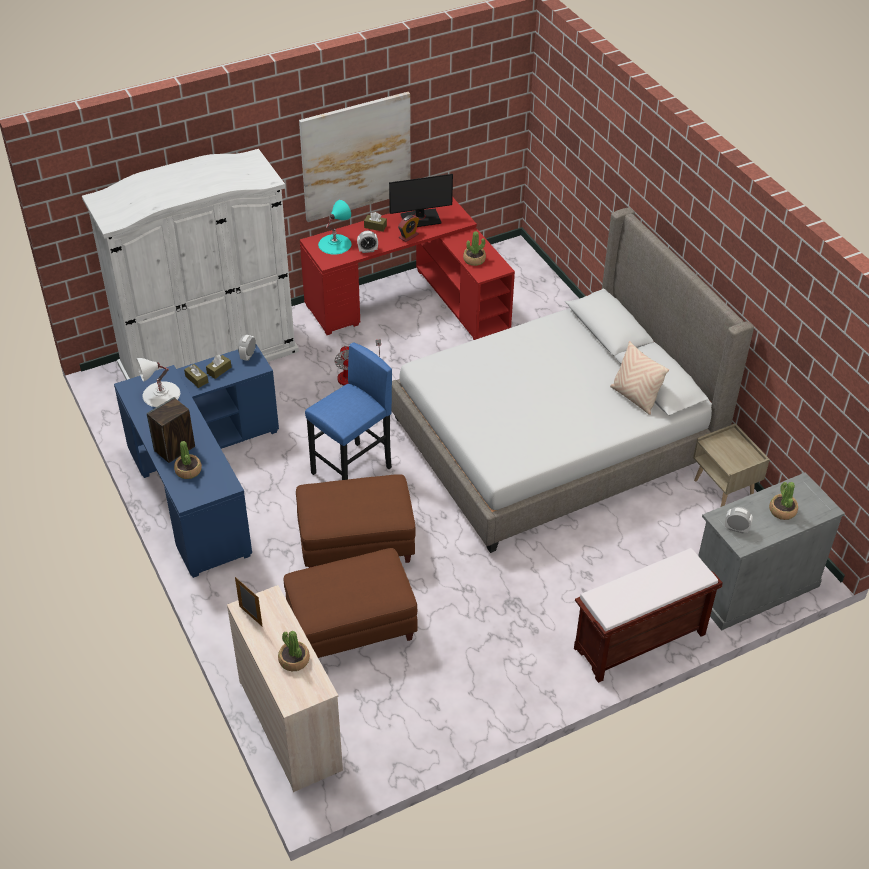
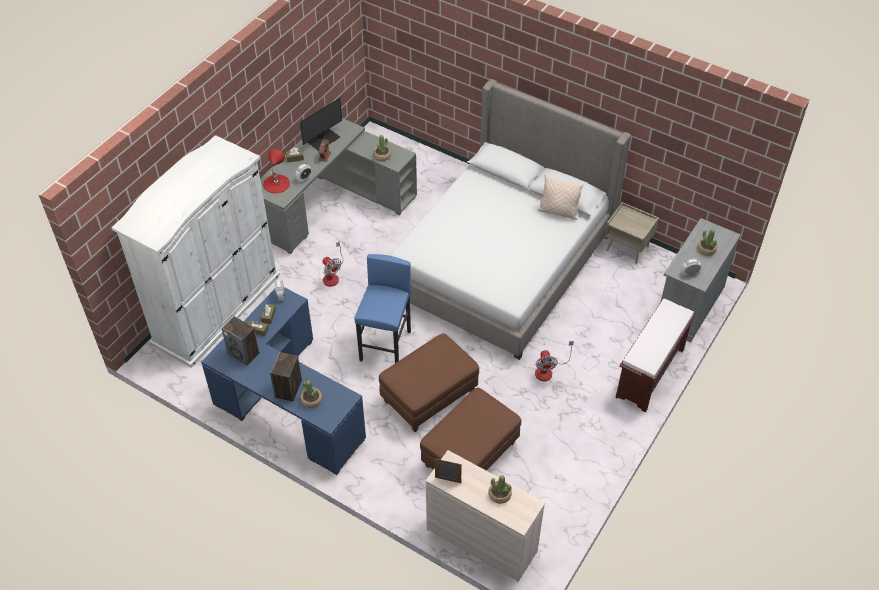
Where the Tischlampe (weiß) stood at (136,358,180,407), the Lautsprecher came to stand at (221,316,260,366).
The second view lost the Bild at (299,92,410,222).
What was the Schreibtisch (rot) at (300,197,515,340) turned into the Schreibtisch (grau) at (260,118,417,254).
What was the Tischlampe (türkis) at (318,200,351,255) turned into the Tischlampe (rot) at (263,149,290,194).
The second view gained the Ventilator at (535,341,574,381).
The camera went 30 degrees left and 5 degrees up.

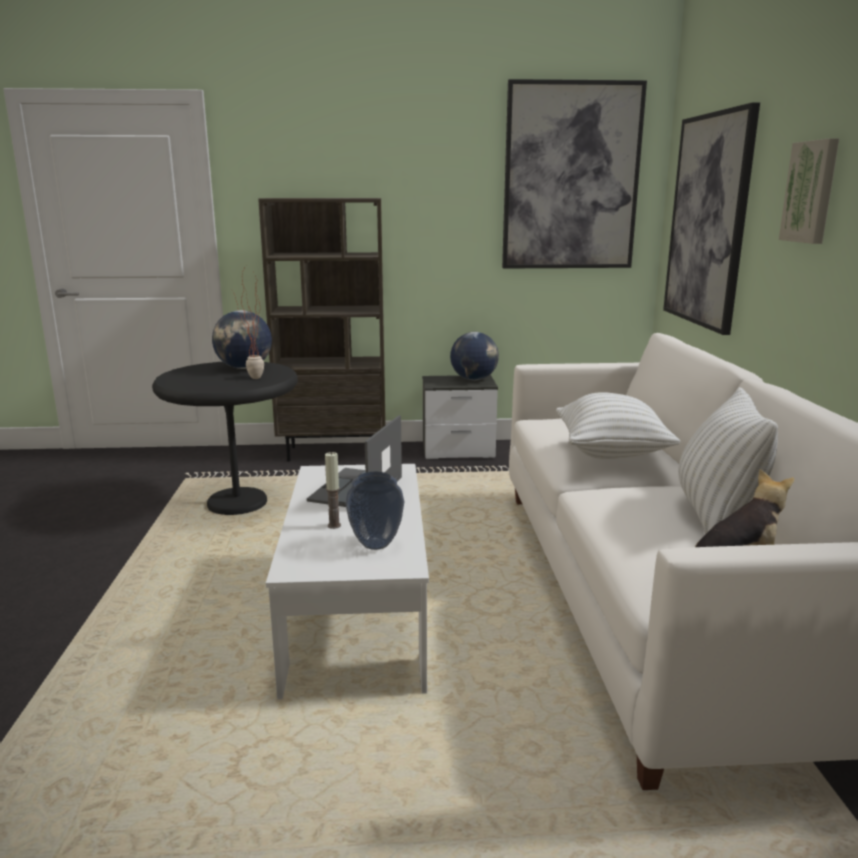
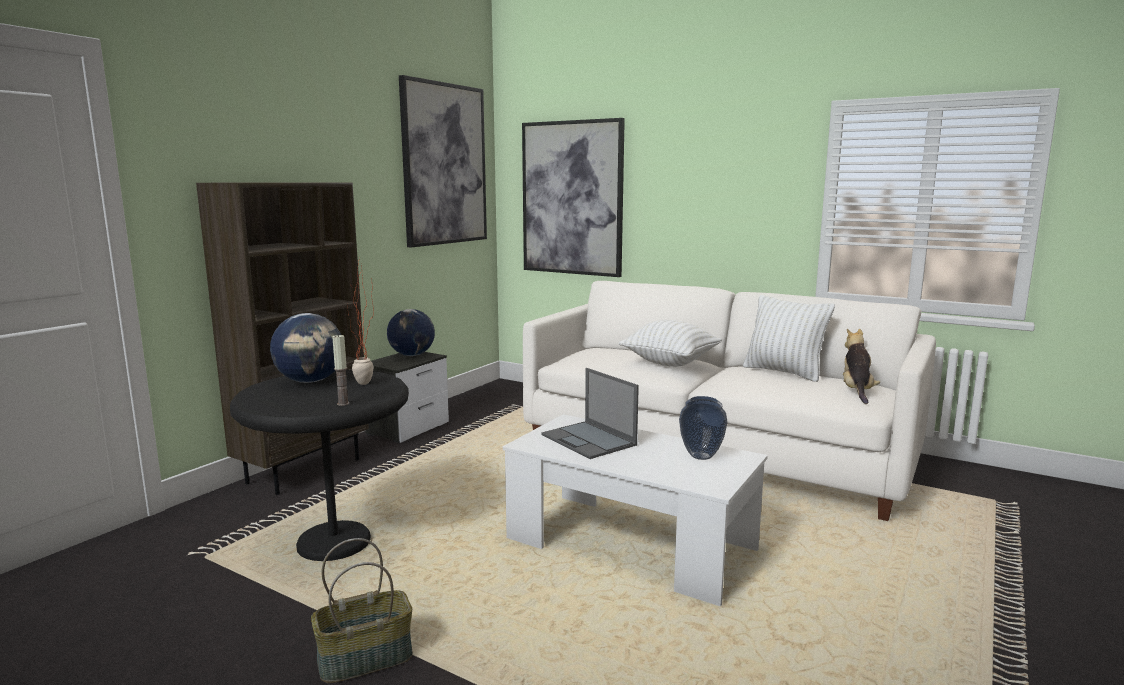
The Kerze ended up elsewhere, having gone from (325,452,341,529) to (332,334,350,406).
The second view lost the Bild at (779,138,839,244).
The second view gained the Korb at (311,538,413,683).
The camera went 55 degrees left and 5 degrees down.

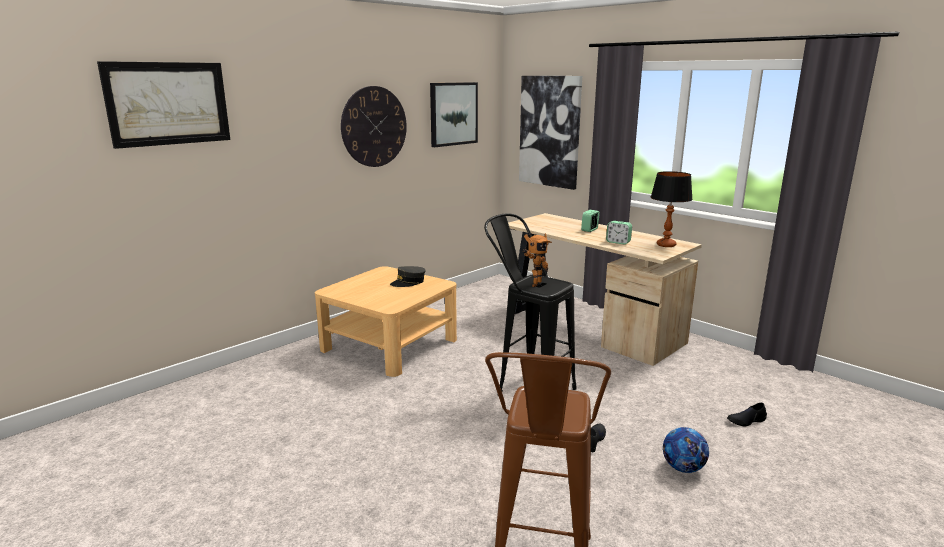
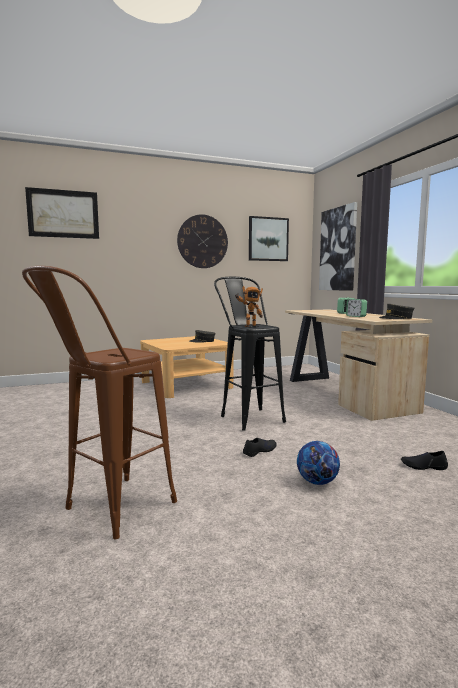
Where the Tischlampe stood at (651,171,693,247), the Kappe (grau) came to stand at (379,304,415,319).
The camera went 25 degrees right and 10 degrees down.

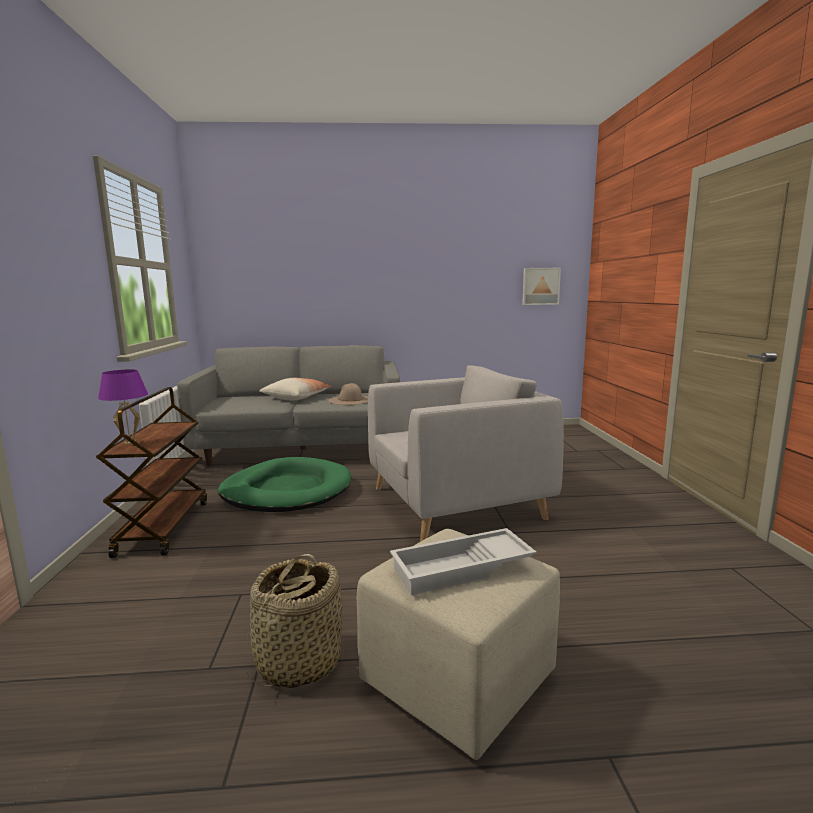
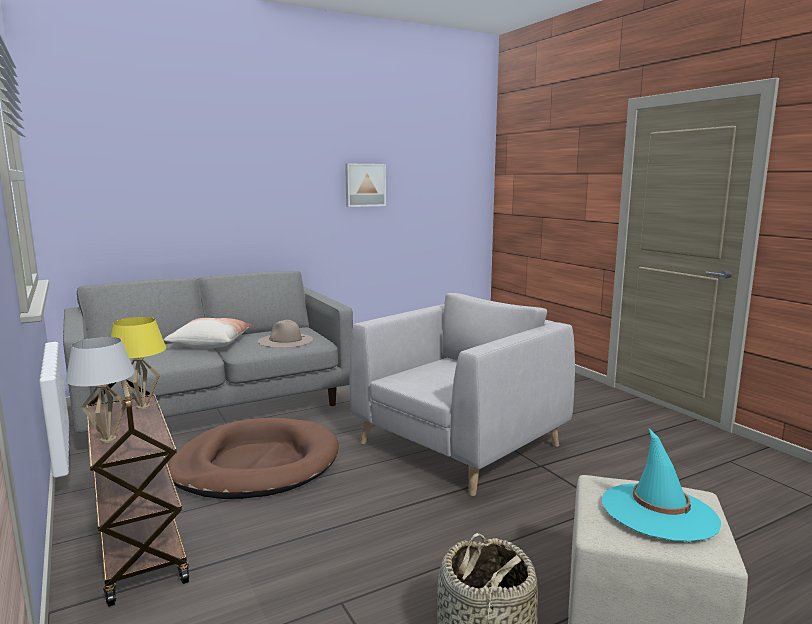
What was the Tischlampe (lila) at (98,369,148,445) turned into the Tischlampe (weiß) at (66,337,135,443).
What was the Hundebett (grün) at (218,457,351,512) turned into the Hundebett (braun) at (168,418,339,499).
Where the Tablett (weiß) stood at (390,528,537,595), the Hut (türkis) came to stand at (602,429,721,542).
The Bild ended up elsewhere, having gone from (522,268,561,305) to (345,164,386,207).
The second view gained the Tischlampe (gelb) at (111,317,166,410).
The camera went 25 degrees left and 0 degrees up.

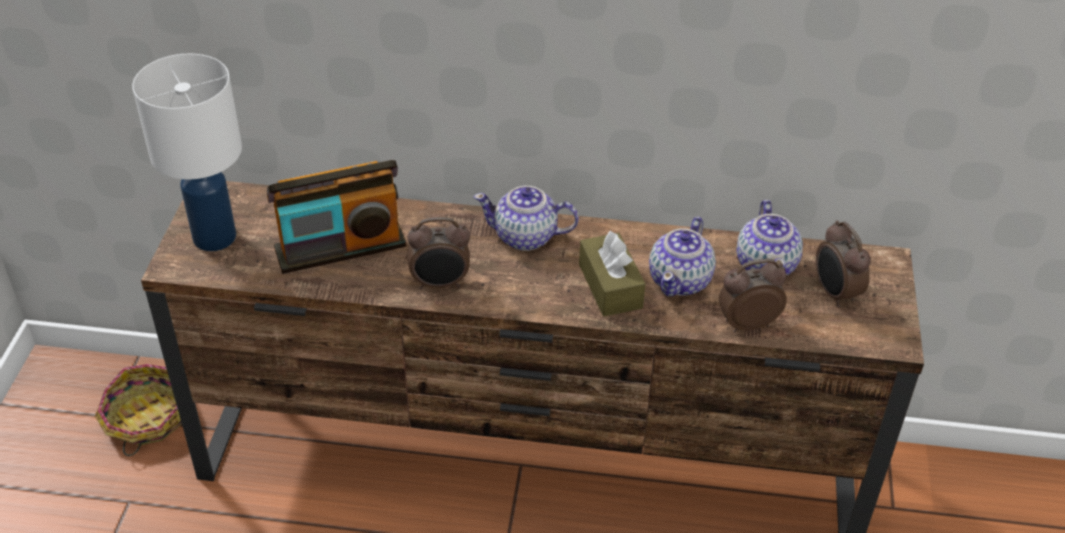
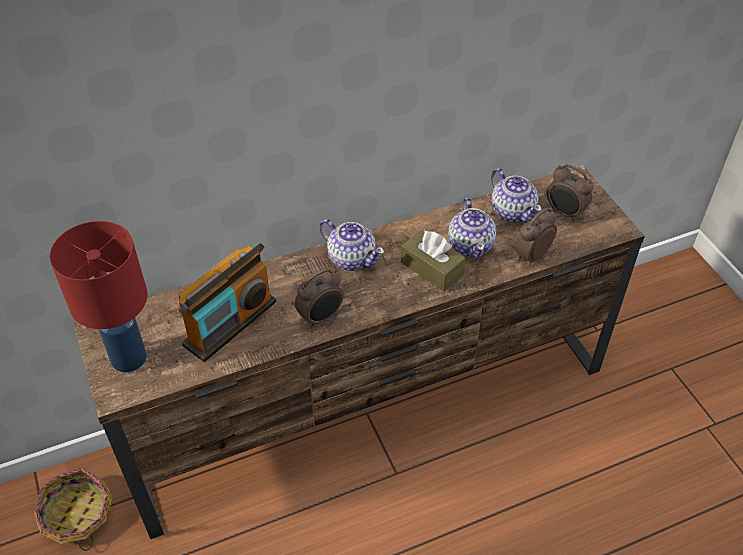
What was the Tischlampe (weiß) at (132,54,242,251) turned into the Tischlampe (rot) at (50,221,147,372).
The Teekanne at (474,186,579,251) ended up facing another way, 120 degrees counterclockwise from before.
The camera went 30 degrees left and 5 degrees up.

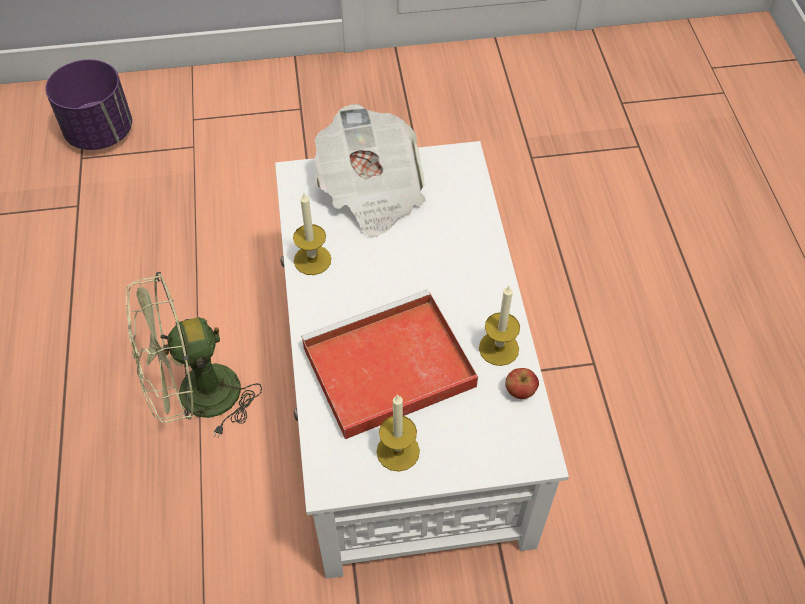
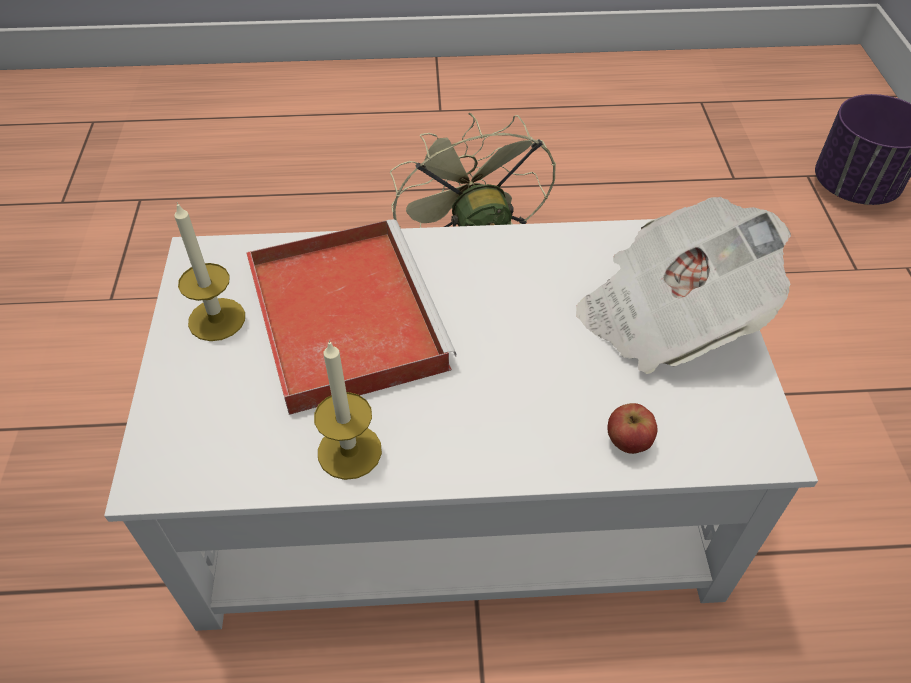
The second view lost the Kerze at (293,193,331,275).
The Apfel ended up elsewhere, having gone from (505,368,539,399) to (607,403,658,454).
The camera went 95 degrees right and 5 degrees down.

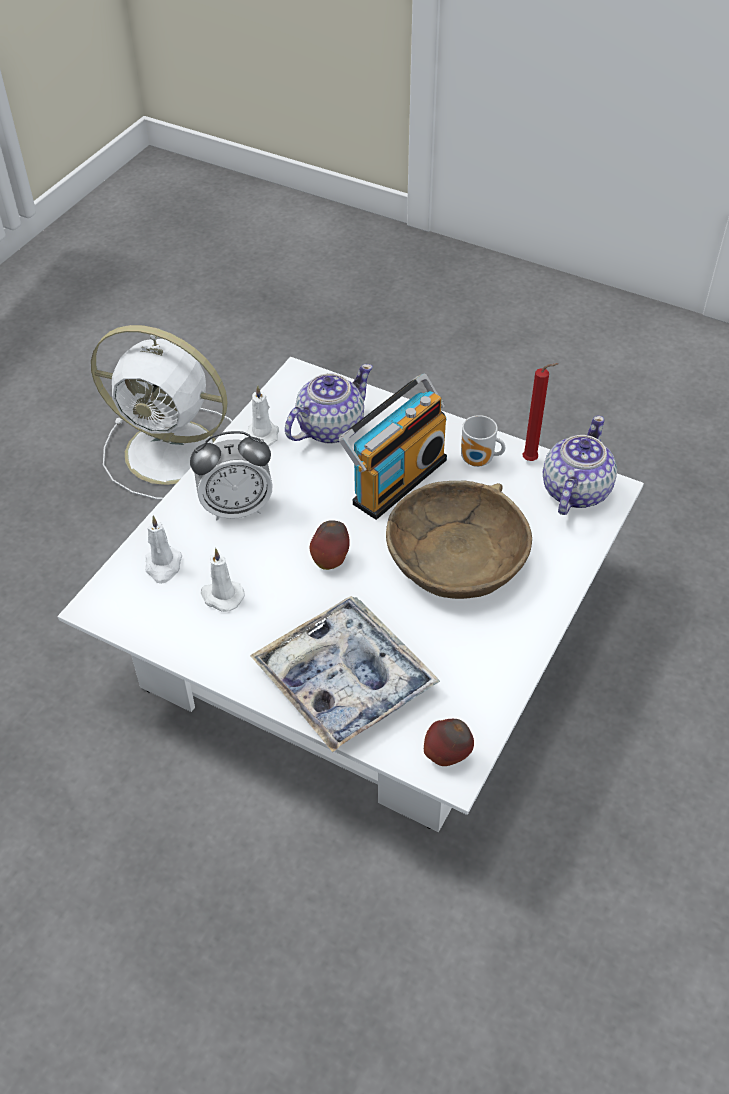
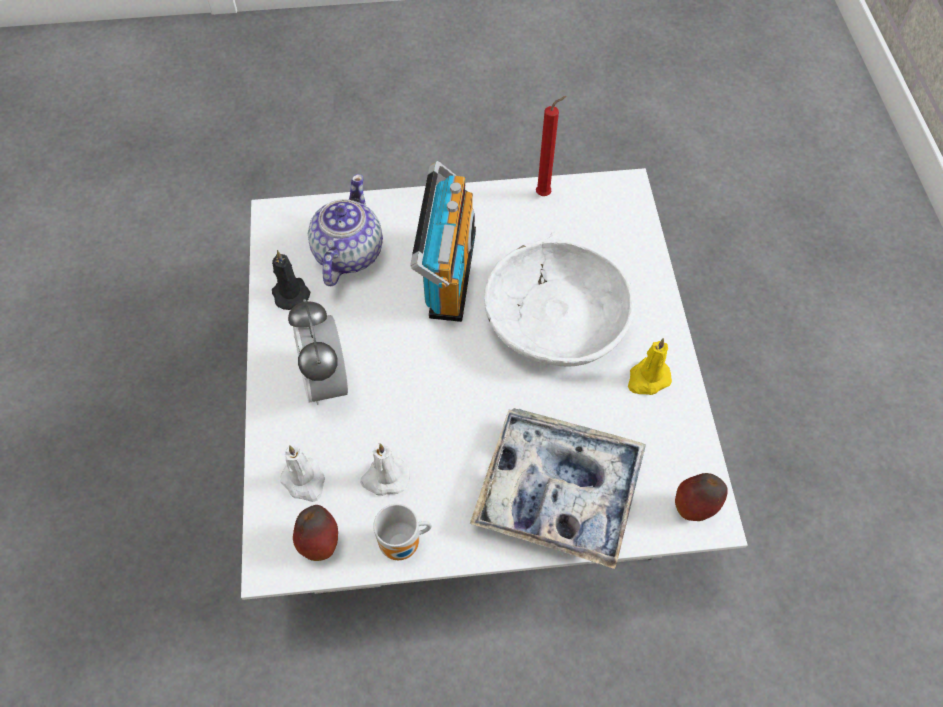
The second view lost the Ventilator (weiß) at (91,325,232,500).
The Wecker at (190,431,273,520) ended up facing another way, 120 degrees clockwise from before.
What was the Kerze (weiß) at (244,385,279,446) turned into the Kerze (schwarz) at (272,250,310,310).
The Apfel ended up elsewhere, having gone from (310,520,350,570) to (293,505,338,561).
What was the Schüssel (braun) at (386,480,532,599) turned into the Schüssel (weiß) at (484,232,635,367).
The Henkelbecher ended up elsewhere, having gone from (461,415,505,467) to (373,504,432,560).
The second view lost the Teekanne at (543,415,617,515).
The second view gained the Kerze (gelb) at (628,338,672,395).
The camera went 35 degrees left and 10 degrees up.

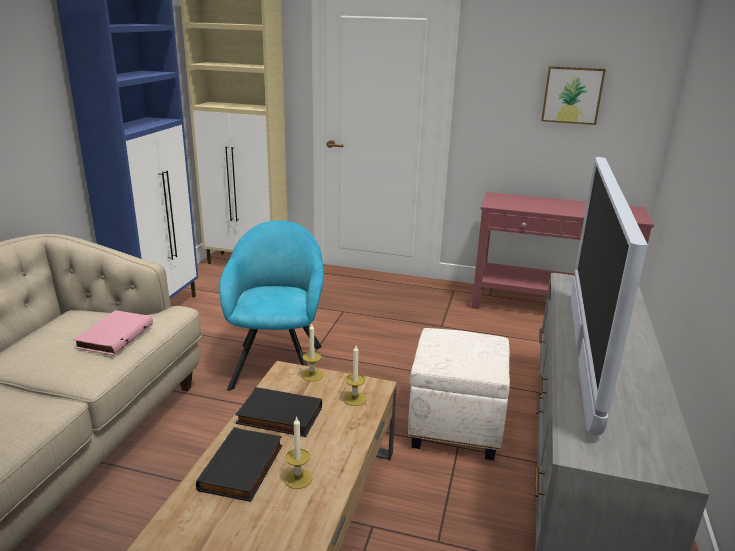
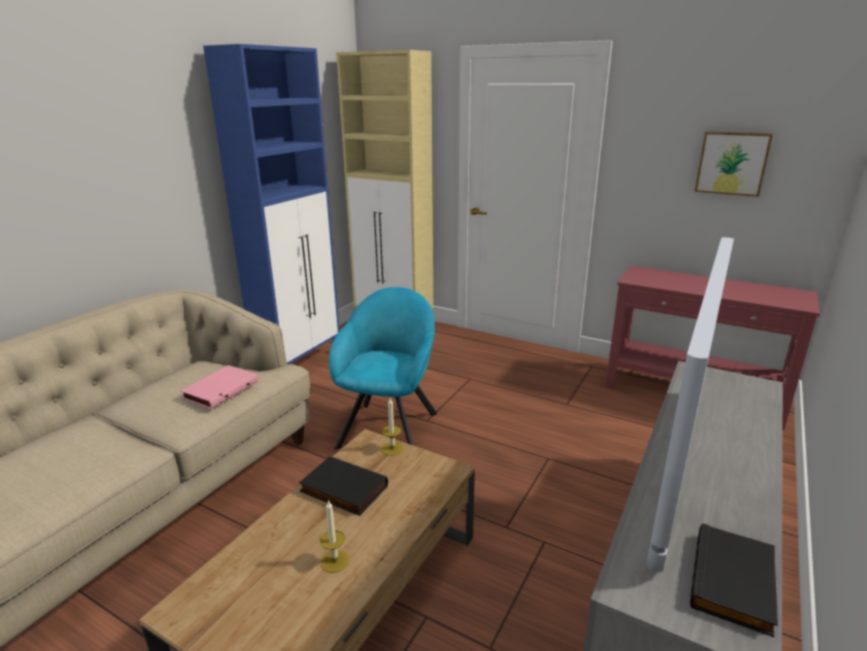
The Buch (schwarz) ended up elsewhere, having gone from (196,427,283,502) to (690,523,778,637).
The second view lost the Kerze at (343,346,366,406).
The second view lost the Polsterhocker (weiß) at (407,328,510,460).
The camera went 15 degrees right and 0 degrees up.

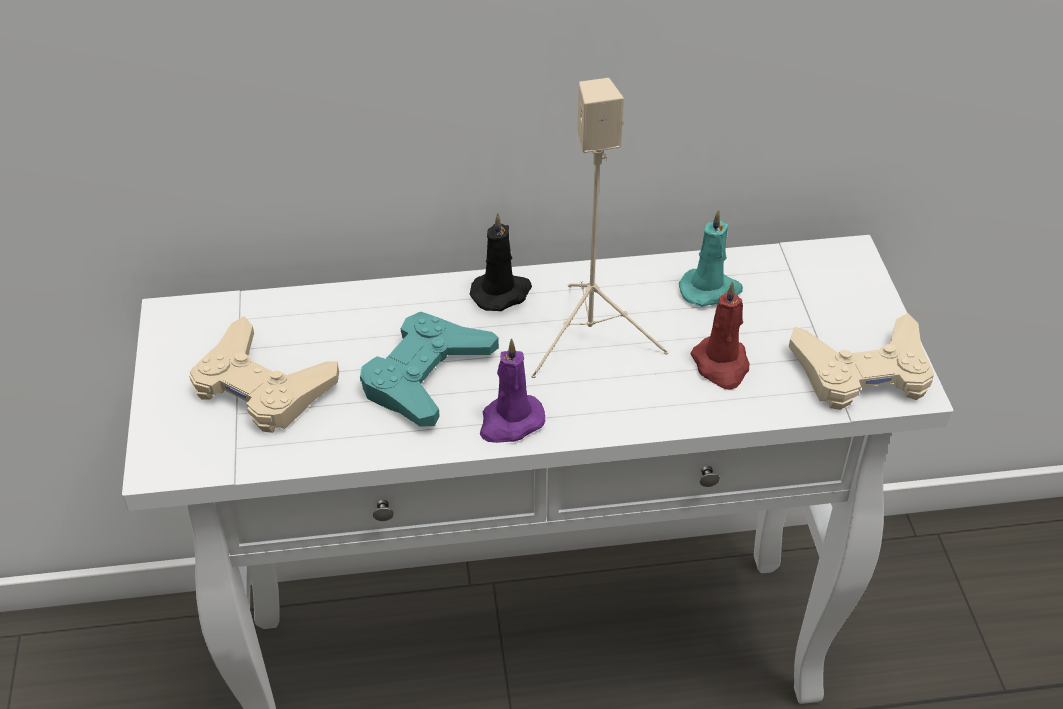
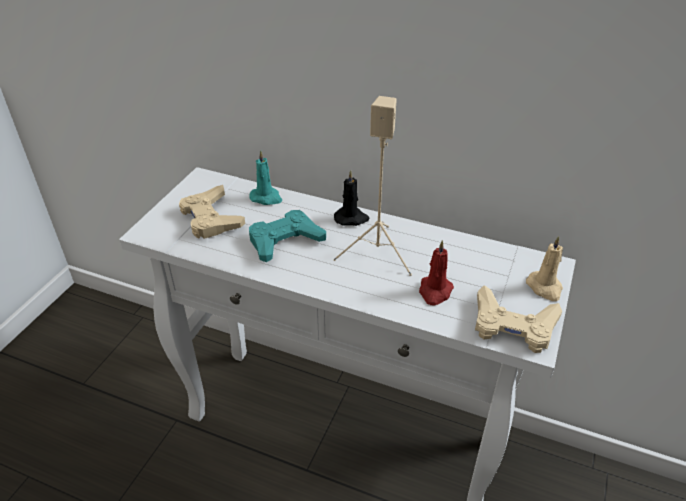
The second view lost the Kerze (lila) at (480,338,545,443).
The Kerze (türkis) ended up elsewhere, having gone from (679,209,743,307) to (249,150,282,205).
The second view gained the Kerze (beige) at (526,236,563,301).
The camera went 30 degrees right and 5 degrees down.

